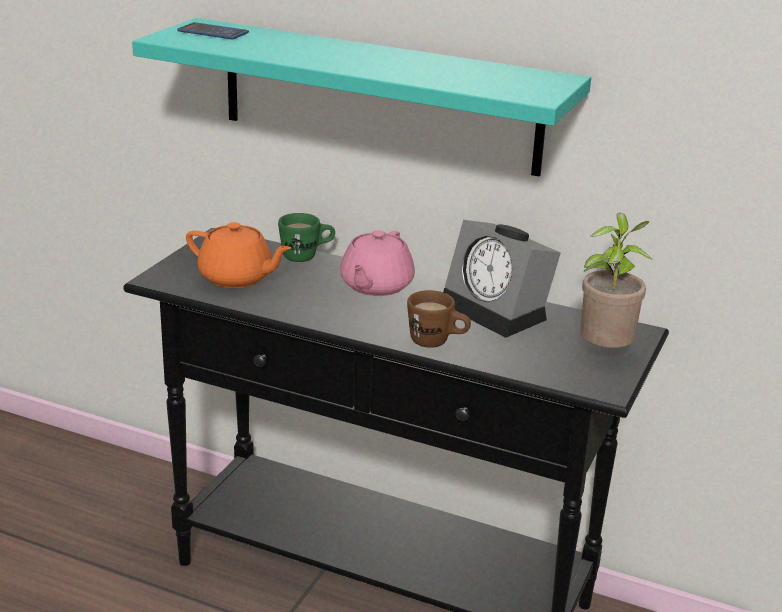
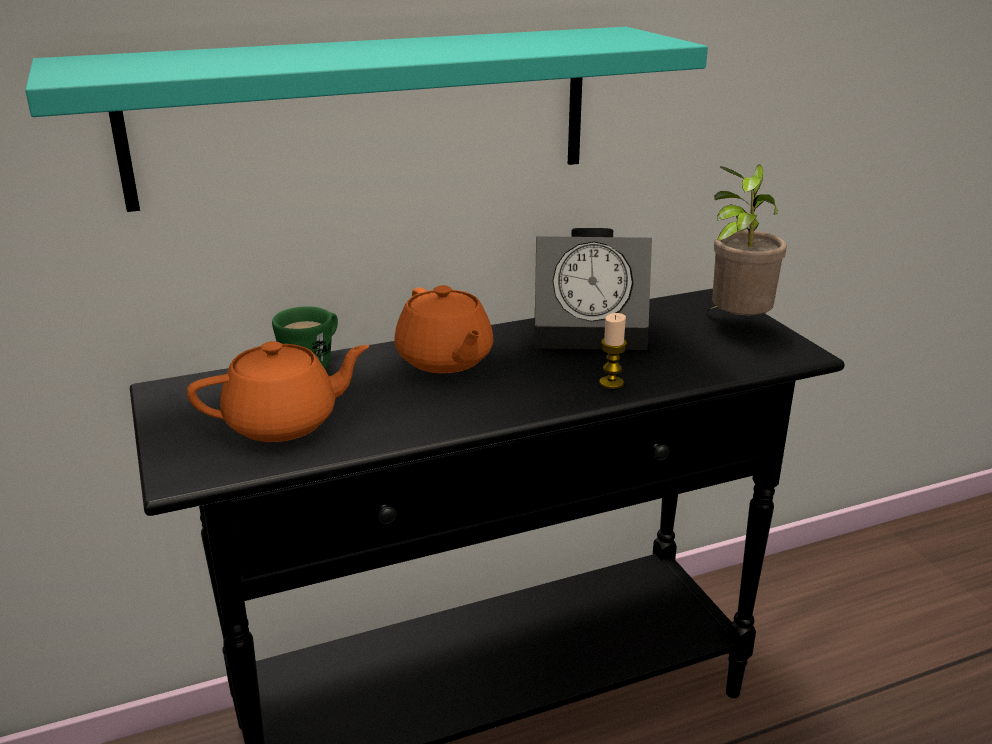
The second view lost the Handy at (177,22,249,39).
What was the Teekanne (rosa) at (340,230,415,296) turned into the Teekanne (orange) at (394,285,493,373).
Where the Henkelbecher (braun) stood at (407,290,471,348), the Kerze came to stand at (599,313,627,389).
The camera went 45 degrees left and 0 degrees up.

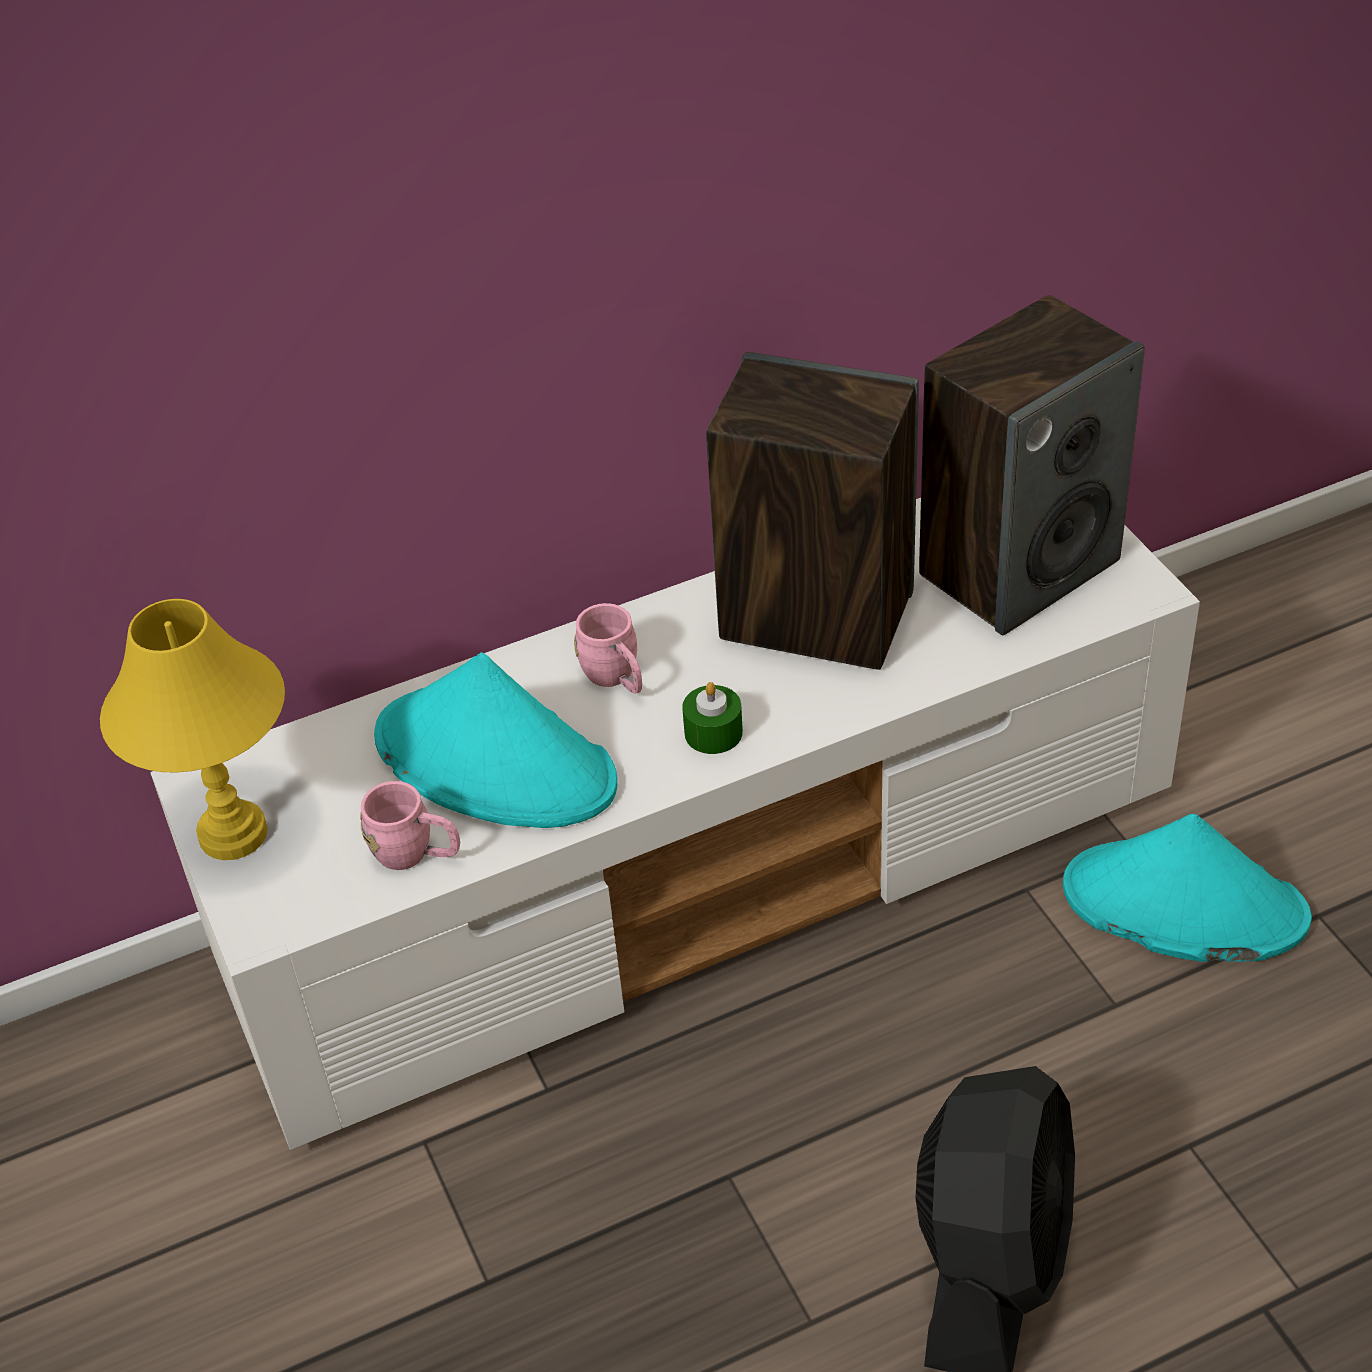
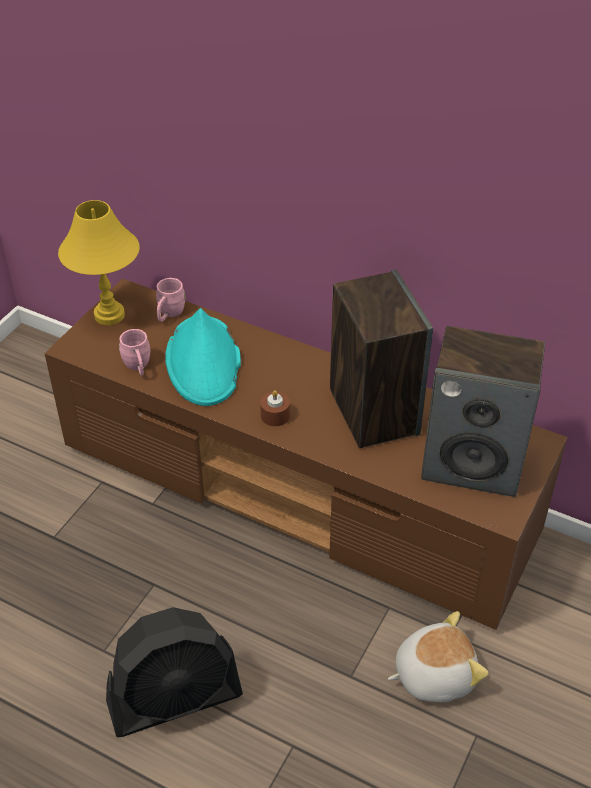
What was the Fernsehschrank (weiß) at (150,498,1200,1150) turned into the Fernsehschrank (braun) at (44,279,568,630).
The Henkelbecher (rosa) ended up elsewhere, having gone from (574,603,642,694) to (156,278,186,321).
What was the Kerze (grün) at (682,682,743,754) turned into the Kerze (braun) at (260,390,290,426).
Where the Hut (türkis) stood at (1063,814,1312,962), the Plüschtier came to stand at (388,611,489,702).
The camera went 50 degrees right and 0 degrees up.

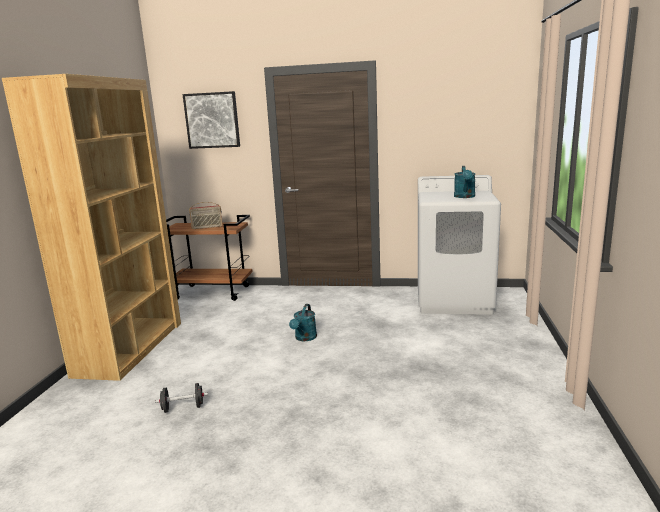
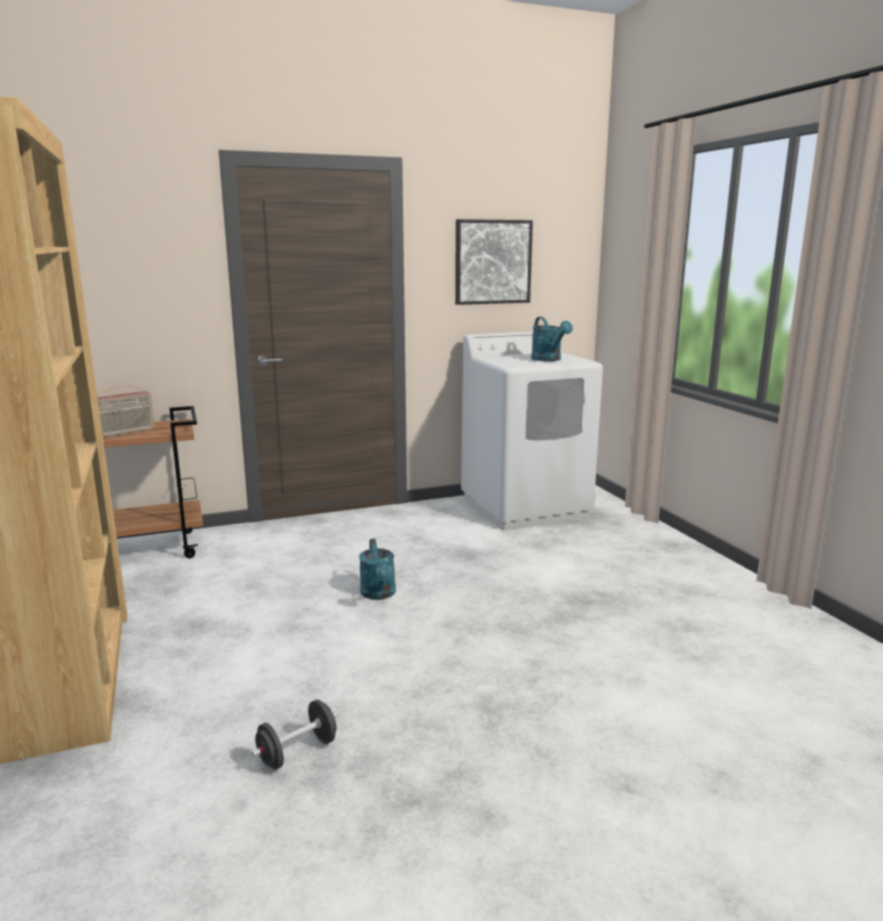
The Bild ended up elsewhere, having gone from (183,91,240,149) to (455,219,533,305).
The camera went 30 degrees left and 0 degrees up.

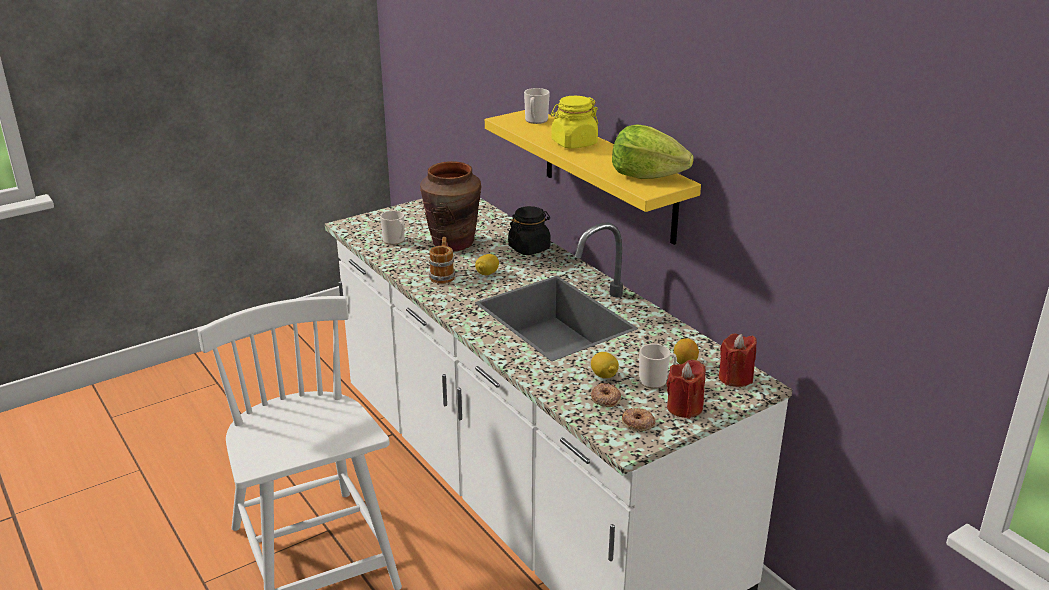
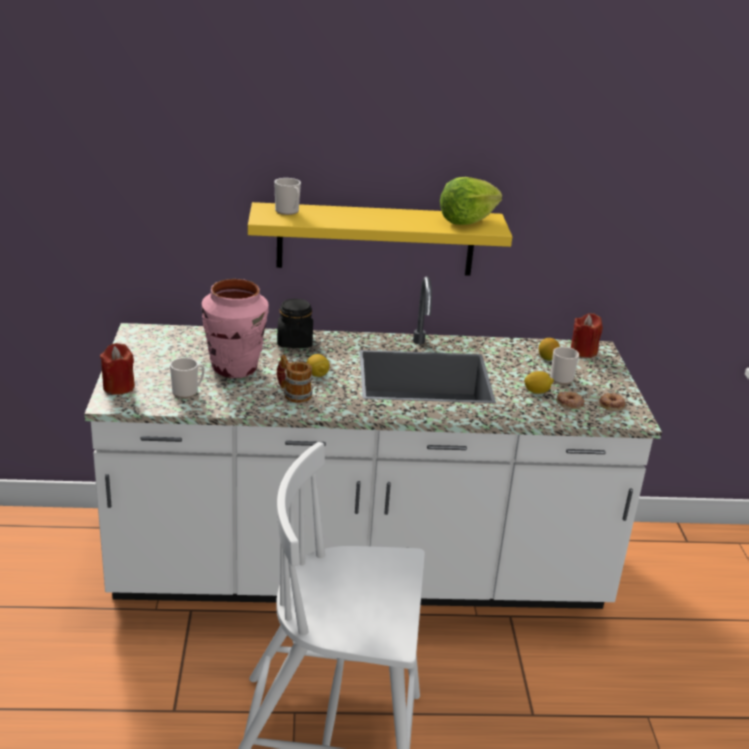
What was the Vase (braun) at (420,161,482,251) turned into the Vase (rosa) at (202,279,269,378).
The second view lost the Vorratsglas (gelb) at (551,96,598,149).
The Kerze (rot) ended up elsewhere, having gone from (667,360,706,419) to (100,343,135,395).
The camera went 60 degrees left and 0 degrees up.

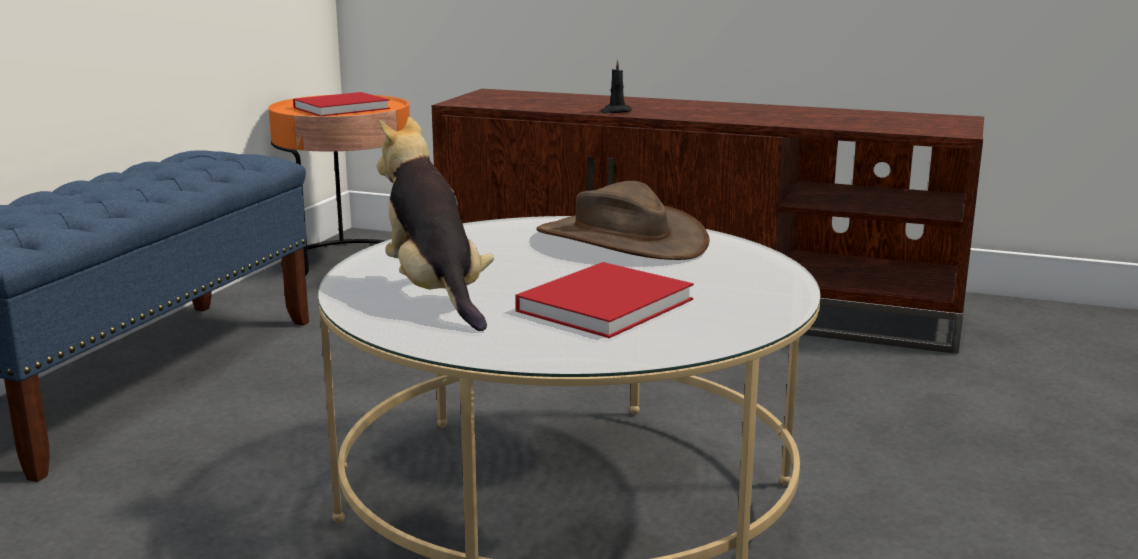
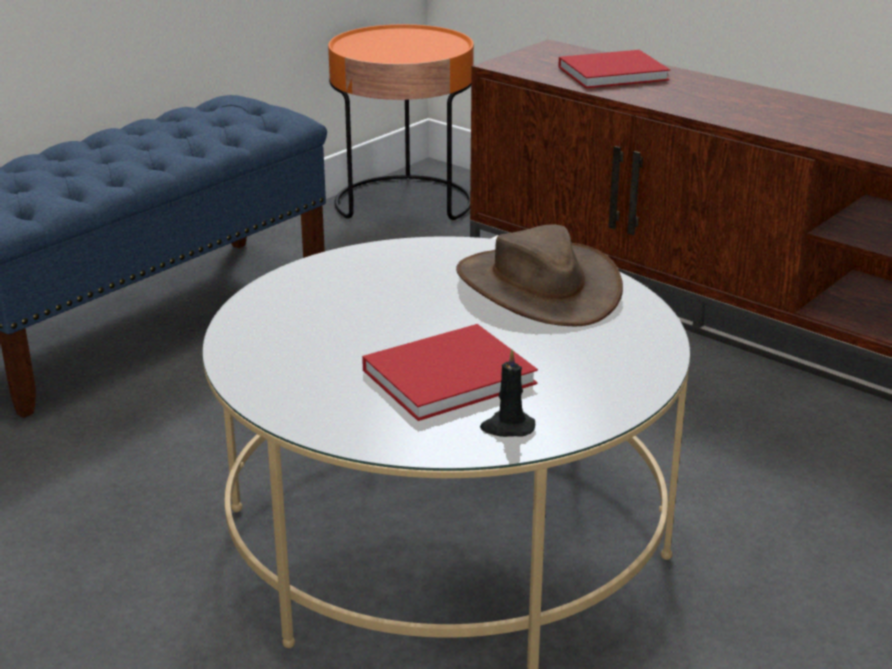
The Buch (rot) ended up elsewhere, having gone from (293,92,390,116) to (558,50,670,88).
The second view lost the Plüschtier at (377,117,494,331).
The Kerze (schwarz) ended up elsewhere, having gone from (600,59,632,113) to (480,349,535,437).
The camera went 20 degrees right and 10 degrees up.

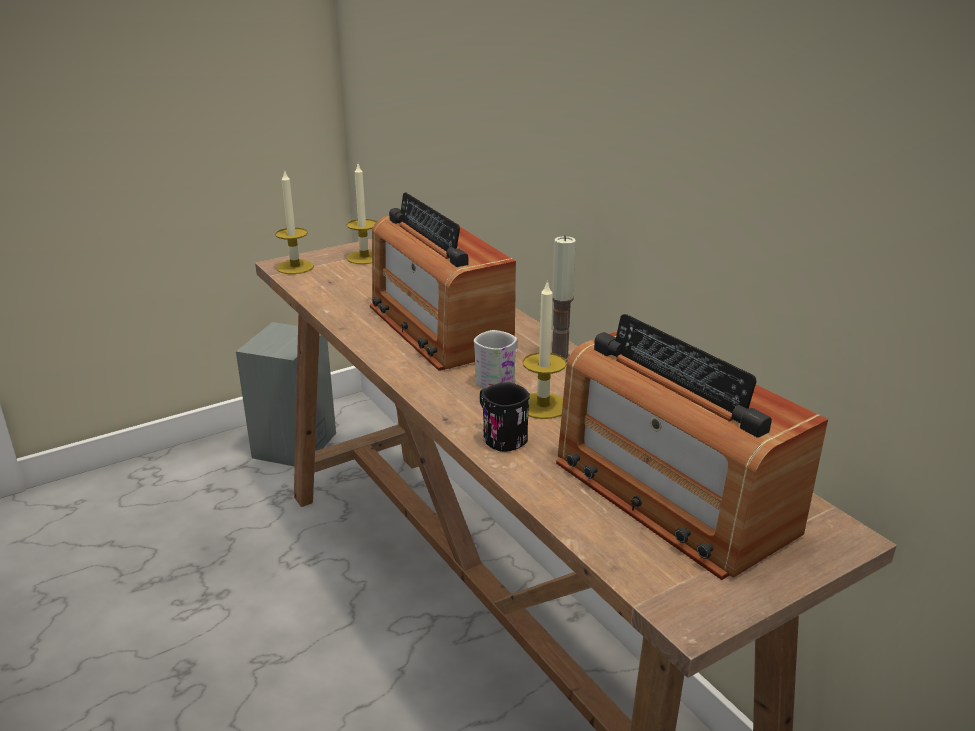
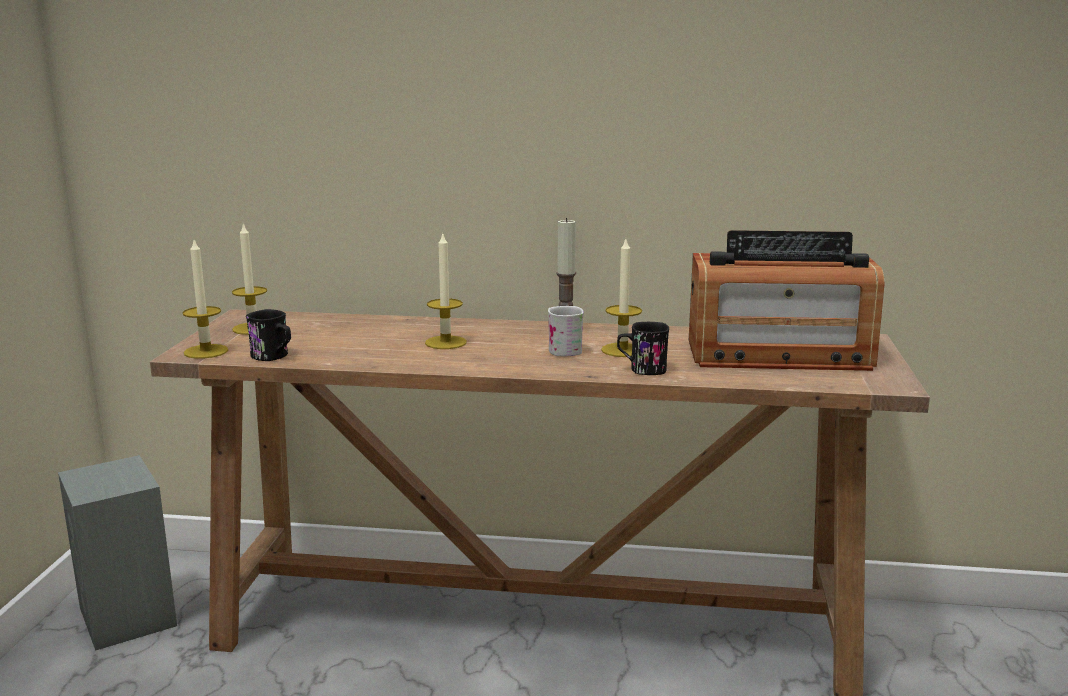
Where the Radio stood at (370,193,516,371), the Kerze came to stand at (425,234,467,349).
The second view gained the Henkelbecher (schwarz) at (246,309,291,361).
The camera went 50 degrees left and 10 degrees down.

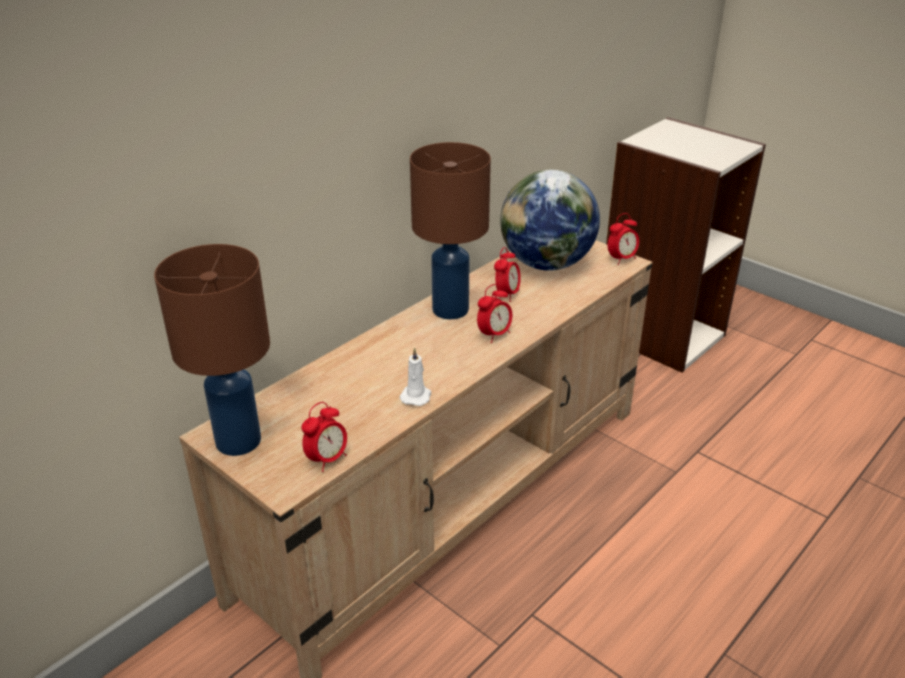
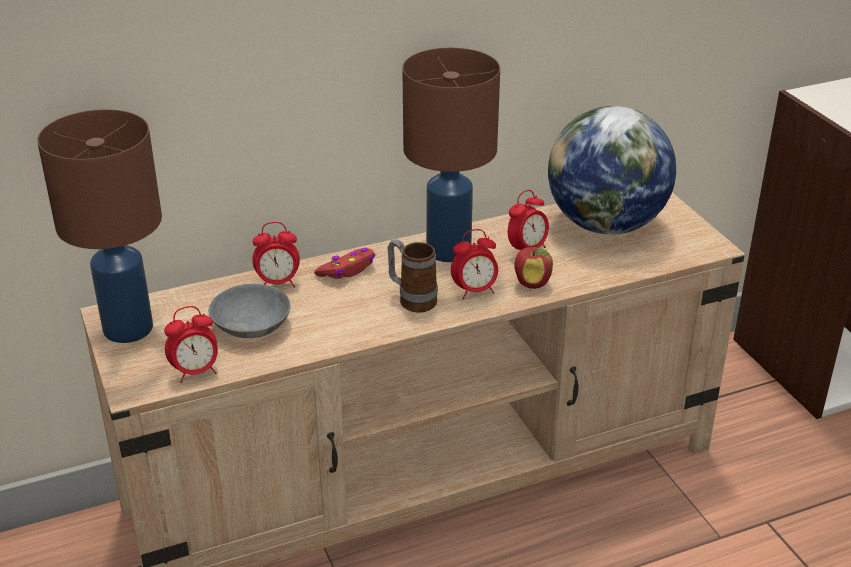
The second view lost the Kerze (weiß) at (400,348,431,406).
The Wecker ended up elsewhere, having gone from (608,213,639,265) to (252,222,300,288).
The second view gained the Schüssel (grau) at (209,284,290,338).
The second view gained the Gamepad (rot) at (314,248,375,279).
The second view gained the Henkelbecher at (387,239,438,313).
The second view gained the Apfel at (514,247,553,289).
The camera went 25 degrees right and 0 degrees up.

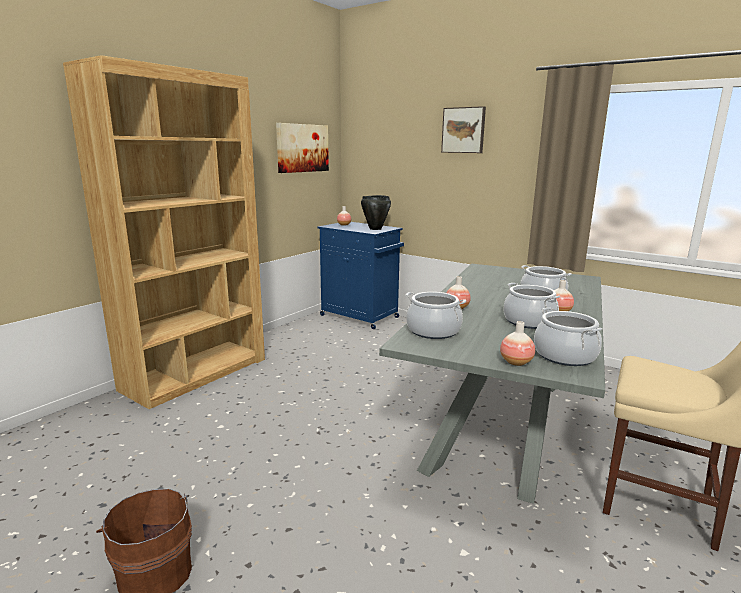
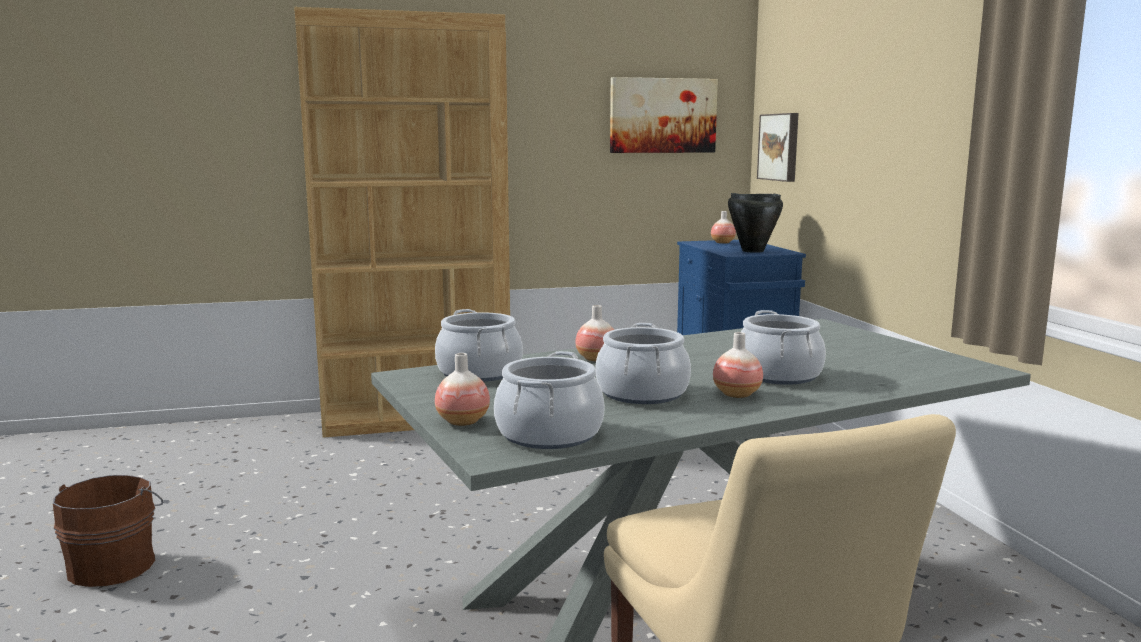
The Bild ended up elsewhere, having gone from (441,106,486,153) to (757,113,799,182).
The camera went 40 degrees right and 5 degrees down.

